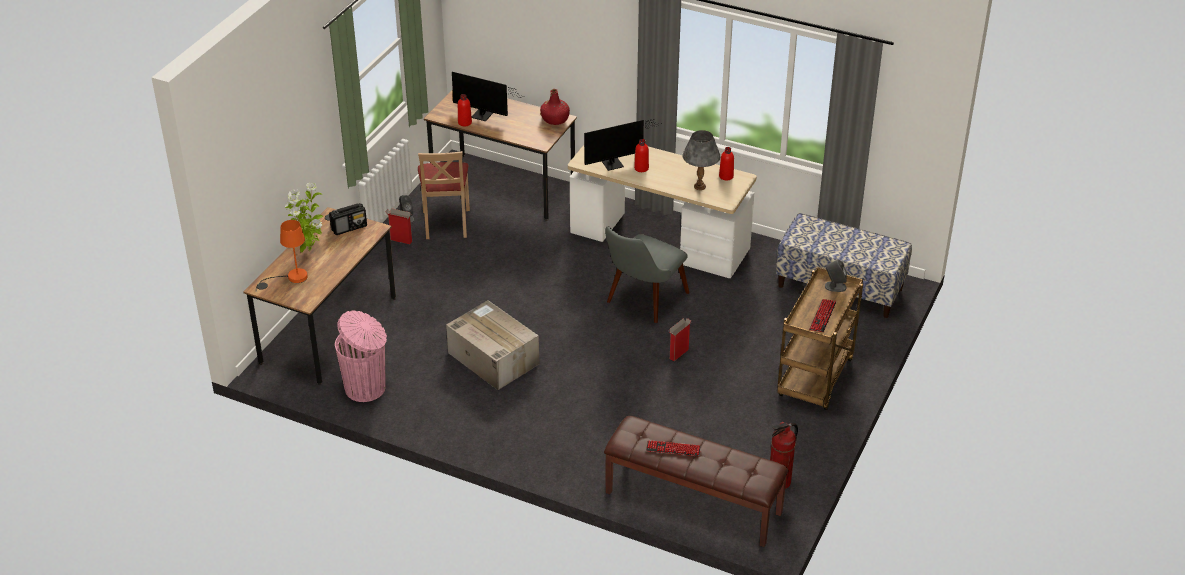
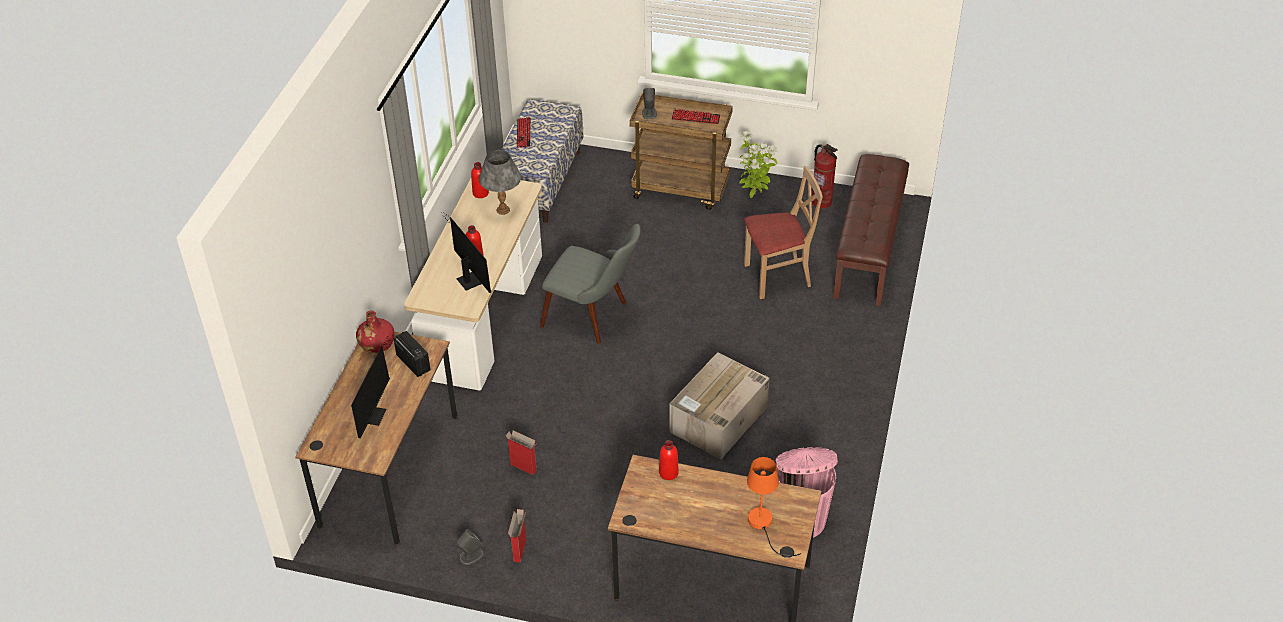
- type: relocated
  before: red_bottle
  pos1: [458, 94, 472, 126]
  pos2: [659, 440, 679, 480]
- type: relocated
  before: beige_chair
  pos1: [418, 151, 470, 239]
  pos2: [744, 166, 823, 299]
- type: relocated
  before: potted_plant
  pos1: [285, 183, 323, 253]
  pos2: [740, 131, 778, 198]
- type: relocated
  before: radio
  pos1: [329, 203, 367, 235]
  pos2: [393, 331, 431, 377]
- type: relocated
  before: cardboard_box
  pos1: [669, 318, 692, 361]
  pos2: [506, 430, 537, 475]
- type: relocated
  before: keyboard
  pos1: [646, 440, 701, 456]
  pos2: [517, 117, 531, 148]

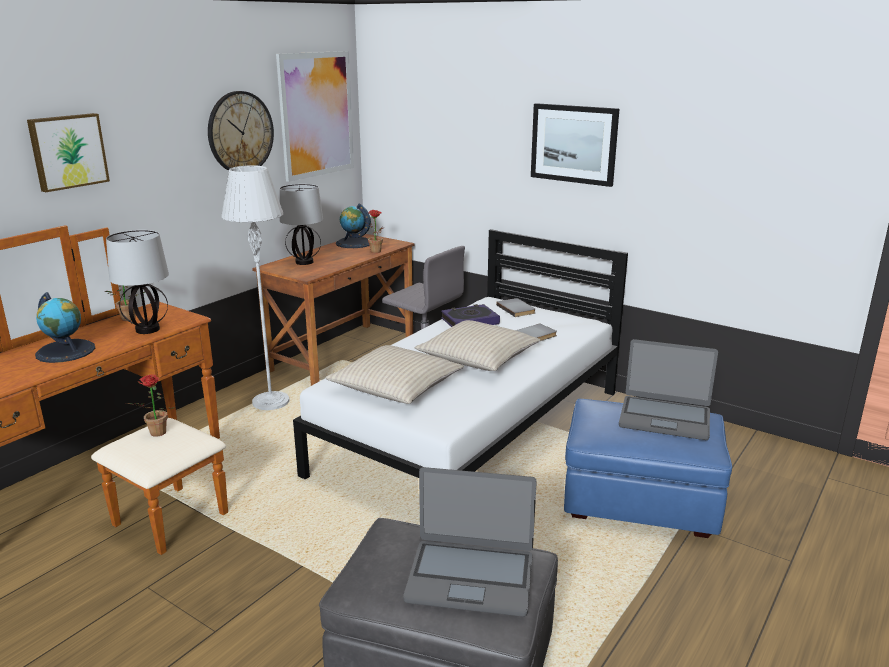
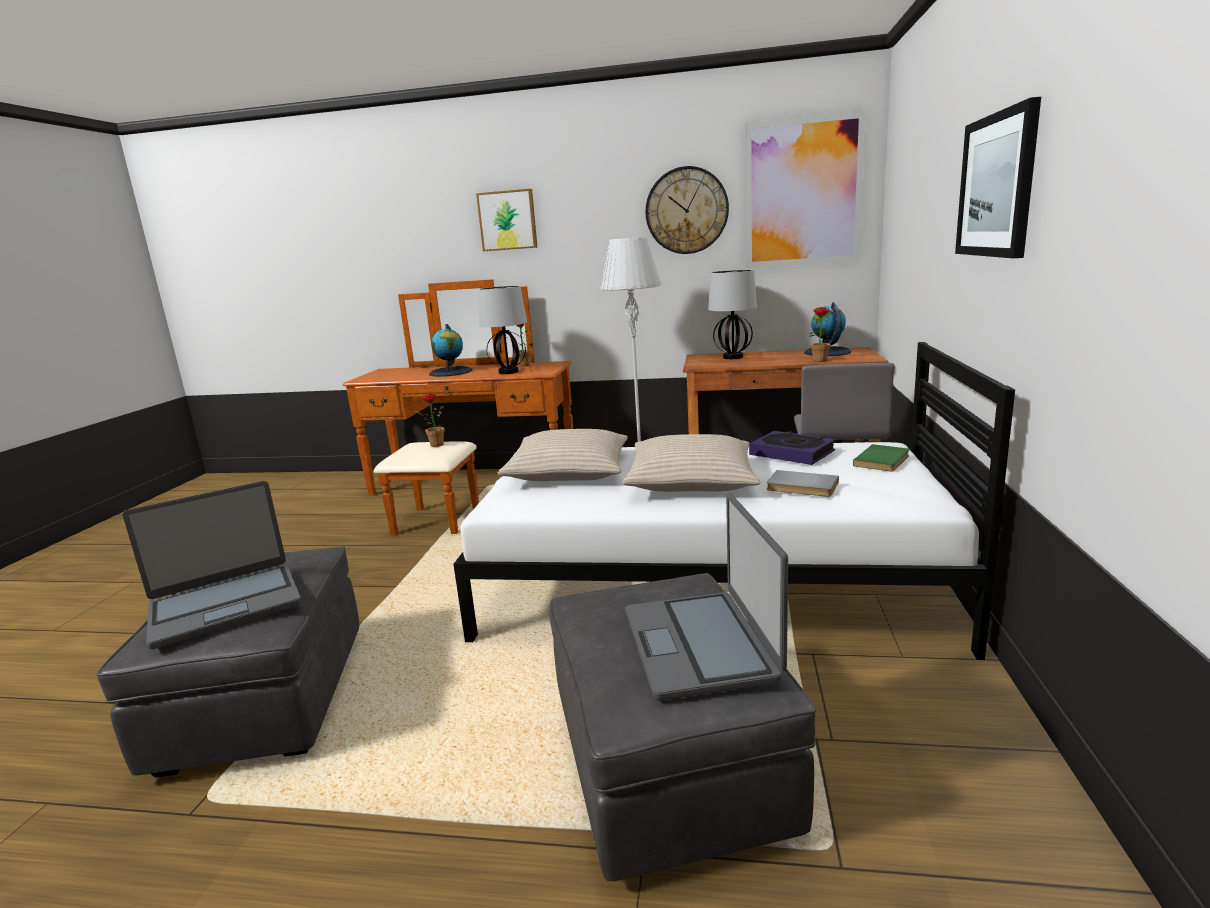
- type: colour
  before: grey_book
  after: green_book
  pos1: [496, 298, 535, 317]
  pos2: [853, 444, 910, 472]
- type: colour
  before: blue_ottoman
  after: grey_ottoman
  pos1: [564, 399, 732, 538]
  pos2: [549, 573, 816, 881]
- type: spun
  before: laptop
  pos1: [403, 467, 537, 617]
  pos2: [123, 481, 301, 649]
  turn: -105

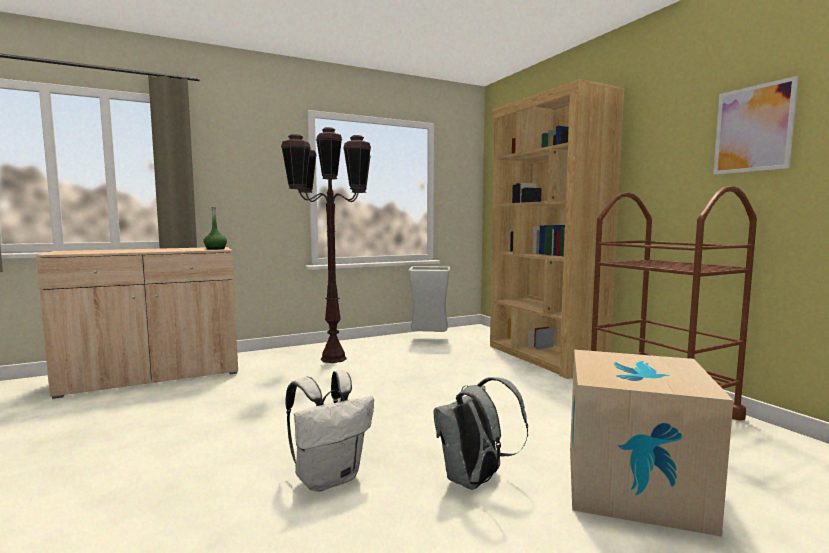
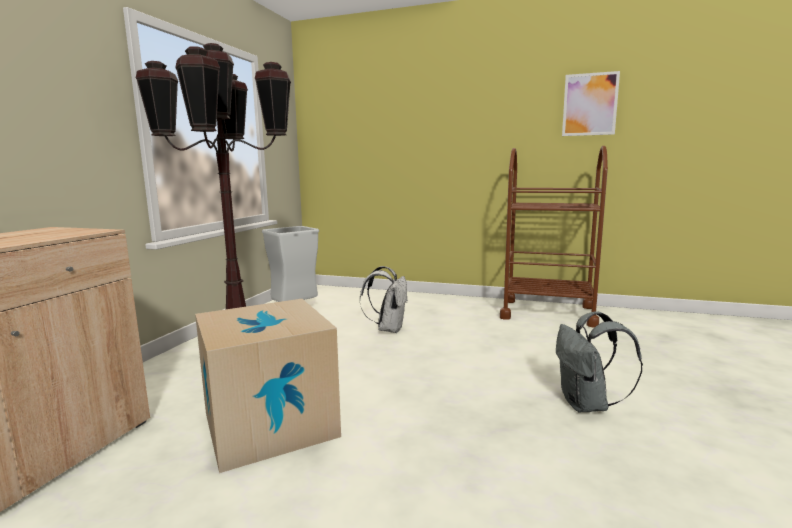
- type: missing
  before: brown_bookcase
  pos1: [490, 79, 625, 379]
- type: missing
  before: green_bottle
  pos1: [203, 207, 227, 249]
- type: relocated
  before: cardboard_box
  pos1: [570, 350, 734, 537]
  pos2: [195, 299, 341, 473]
- type: relocated
  before: white_backpack
  pos1: [286, 370, 374, 492]
  pos2: [360, 266, 408, 333]

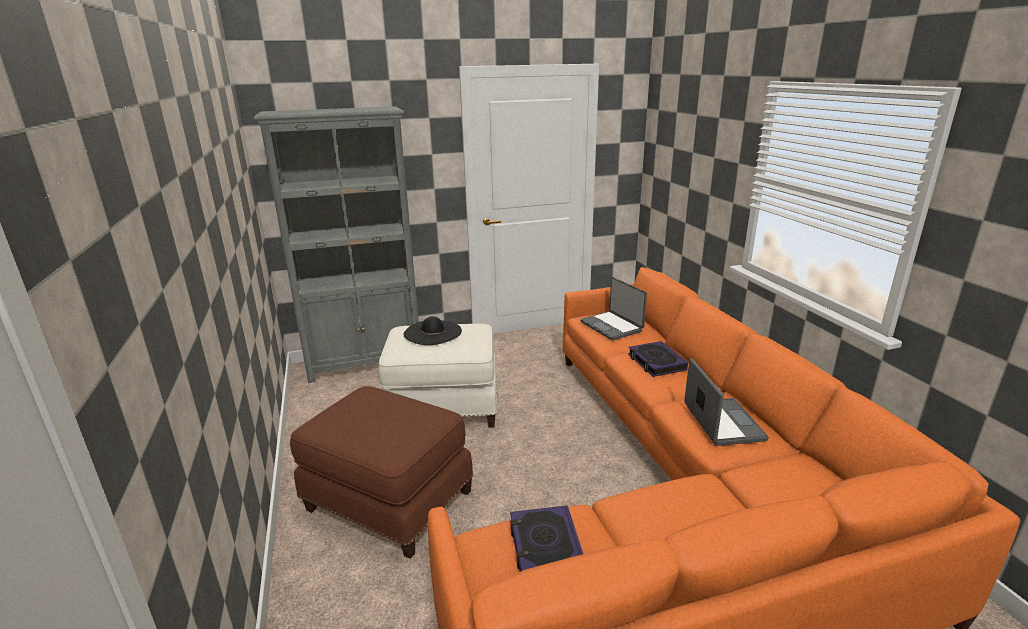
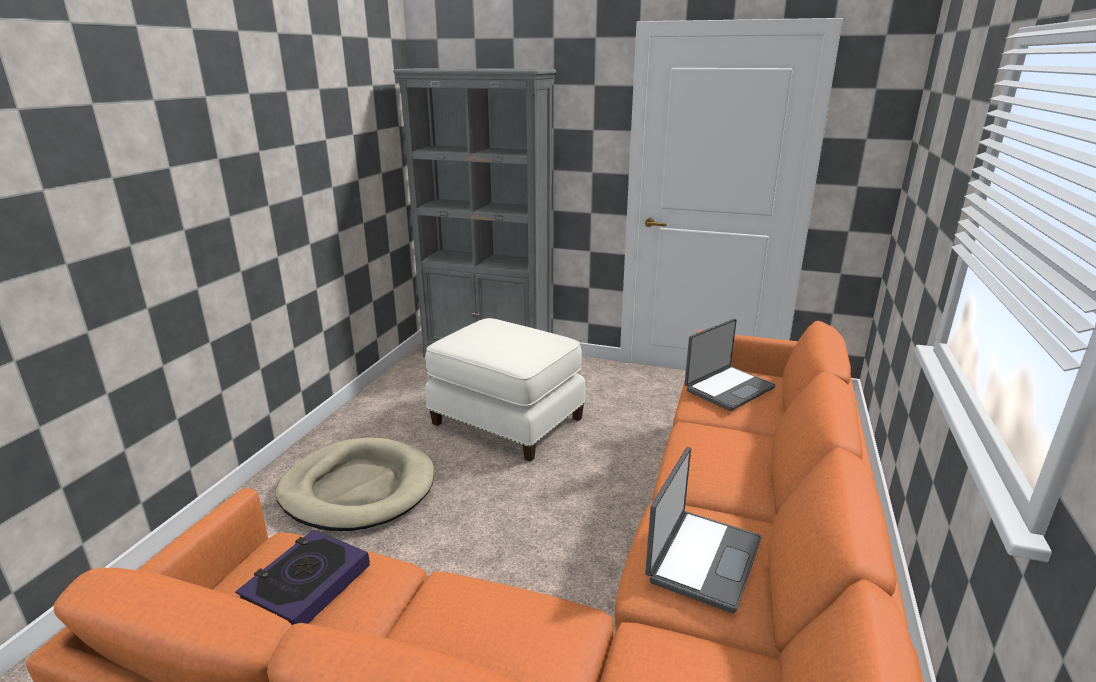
- type: spun
  before: laptop
  pos1: [580, 277, 647, 341]
  pos2: [685, 319, 775, 411]
  turn: -135
- type: missing
  before: black_hat
  pos1: [403, 316, 462, 345]
- type: missing
  before: book
  pos1: [628, 341, 688, 377]
- type: exchanged
  before: brown_ottoman
  after: beige_dog_bed
  pos1: [290, 386, 474, 559]
  pos2: [275, 437, 434, 531]

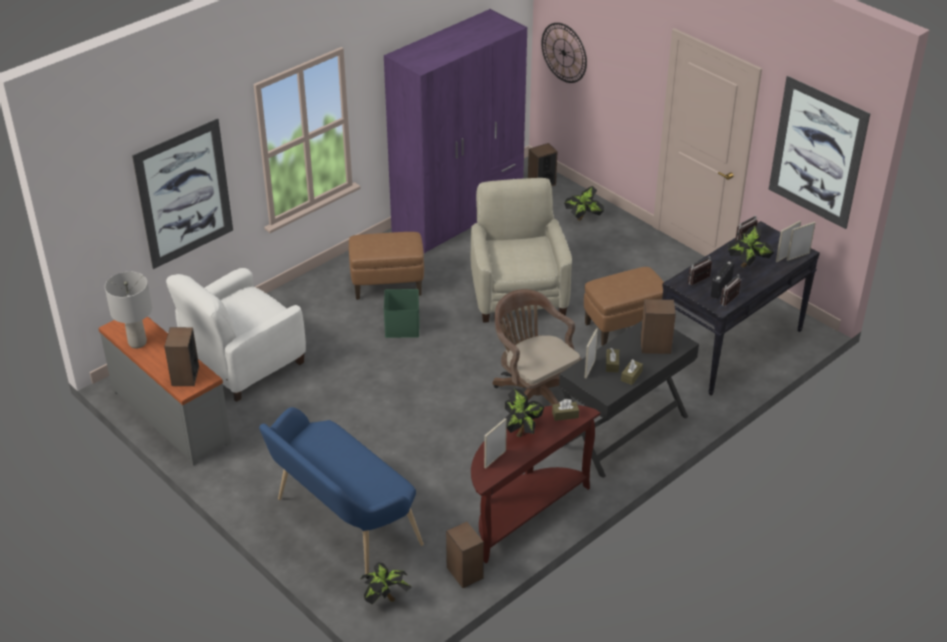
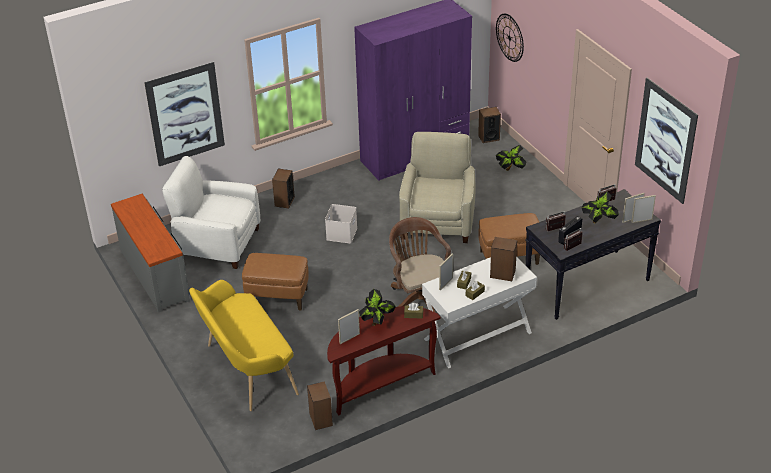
- type: relocated
  before: brown_ottoman
  pos1: [349, 232, 424, 300]
  pos2: [242, 253, 309, 310]
- type: spun
  before: white_armchair
  pos1: [166, 268, 306, 402]
  pos2: [162, 156, 260, 269]
  turn: 45
- type: missing
  before: grey_table_lamp
  pos1: [105, 272, 152, 349]
- type: colour
  before: green_storage_box
  after: white_storage_box
  pos1: [384, 289, 420, 338]
  pos2: [325, 204, 357, 244]
- type: colour
  before: black_desk
  after: white_desk
  pos1: [559, 321, 699, 478]
  pos2: [422, 257, 537, 368]
- type: relocated
  before: speaker
  pos1: [164, 327, 199, 386]
  pos2: [272, 168, 295, 209]
- type: colour
  before: blue_bench
  after: yellow_bench
  pos1: [259, 407, 424, 574]
  pos2: [189, 280, 299, 411]
- type: missing
  before: potted_plant
  pos1: [360, 563, 412, 604]

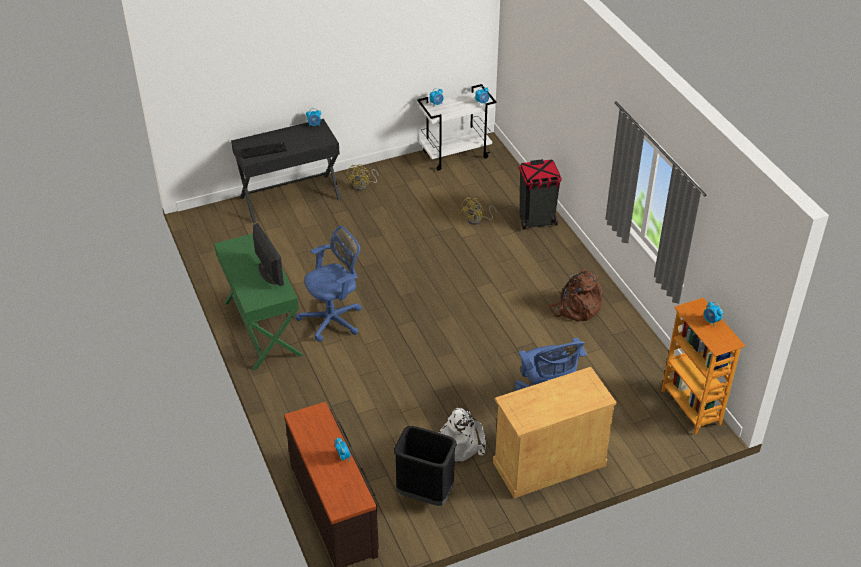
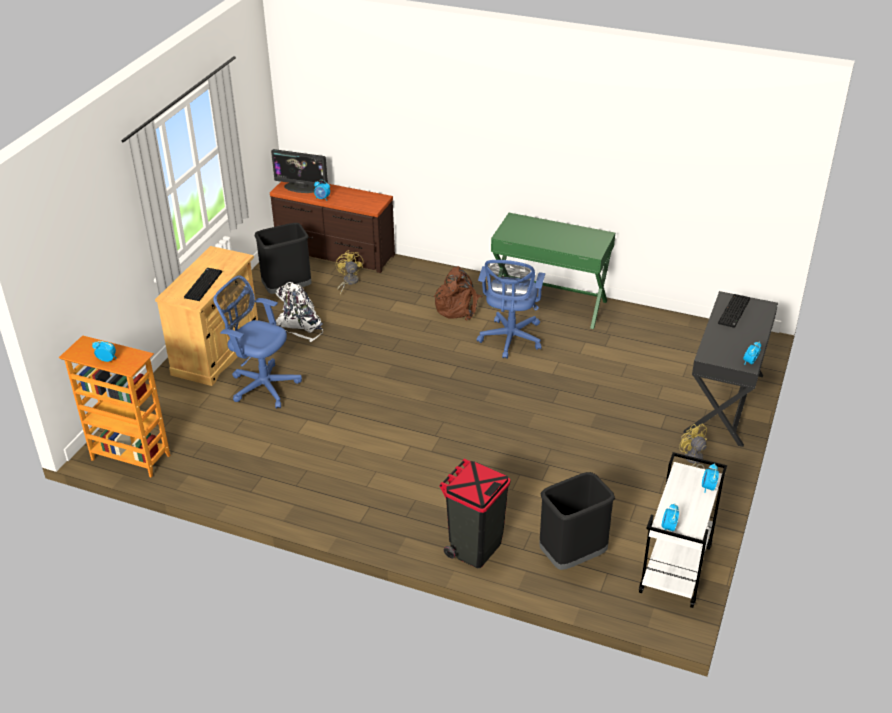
- type: relocated
  before: yellow_fan
  pos1: [460, 197, 497, 225]
  pos2: [336, 250, 363, 295]
- type: relocated
  before: monitor
  pos1: [253, 223, 284, 286]
  pos2: [271, 149, 328, 193]
- type: relocated
  before: brown_backpack
  pos1: [547, 269, 603, 322]
  pos2: [434, 266, 483, 321]
- type: appeared
  after: keyboard
  pos2: [184, 268, 222, 301]
- type: appeared
  after: black_trash_can
  pos2: [539, 472, 615, 570]

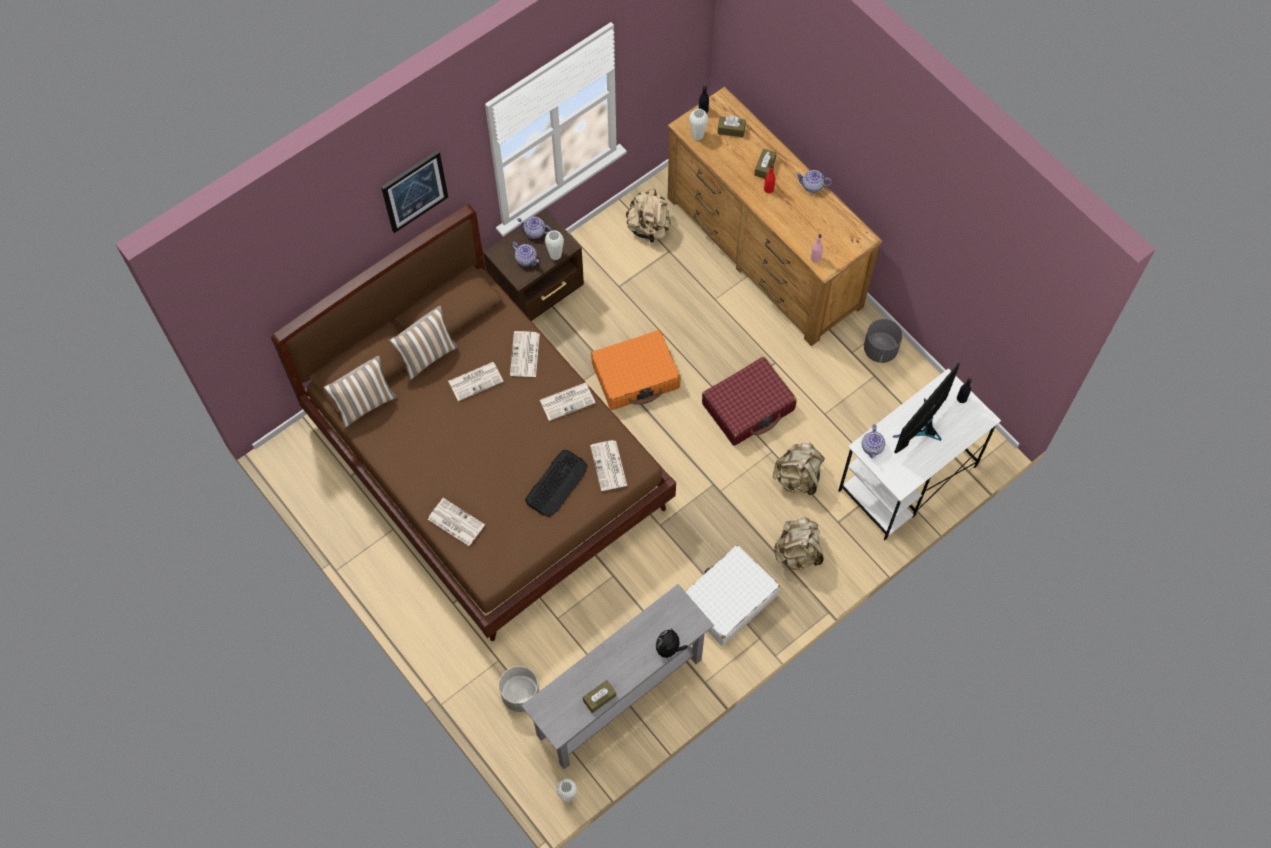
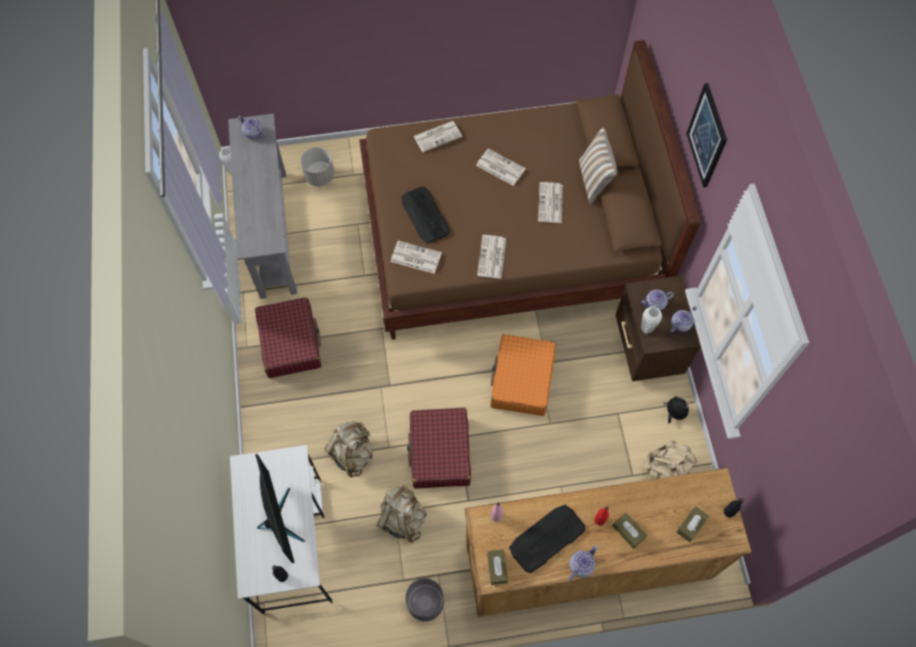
- type: missing
  before: white_vase
  pos1: [689, 109, 708, 141]
- type: relocated
  before: newspaper
  pos1: [510, 331, 540, 377]
  pos2: [476, 148, 526, 186]
- type: missing
  before: pillow
  pos1: [324, 356, 397, 428]
- type: relocated
  before: teapot
  pos1: [862, 424, 885, 458]
  pos2: [238, 116, 265, 139]
- type: relocated
  before: beige_backpack
  pos1: [774, 516, 824, 570]
  pos2: [376, 485, 426, 543]
- type: colour
  before: white_suitcase
  after: red_suitcase
  pos1: [686, 545, 780, 646]
  pos2: [255, 297, 321, 378]
- type: relocated
  before: plush_toy
  pos1: [656, 628, 688, 658]
  pos2: [663, 395, 689, 424]
- type: relocated
  before: brown_tissue_box
  pos1: [583, 680, 616, 713]
  pos2: [487, 550, 508, 585]
- type: appeared
  after: keyboard
  pos2: [509, 505, 585, 574]

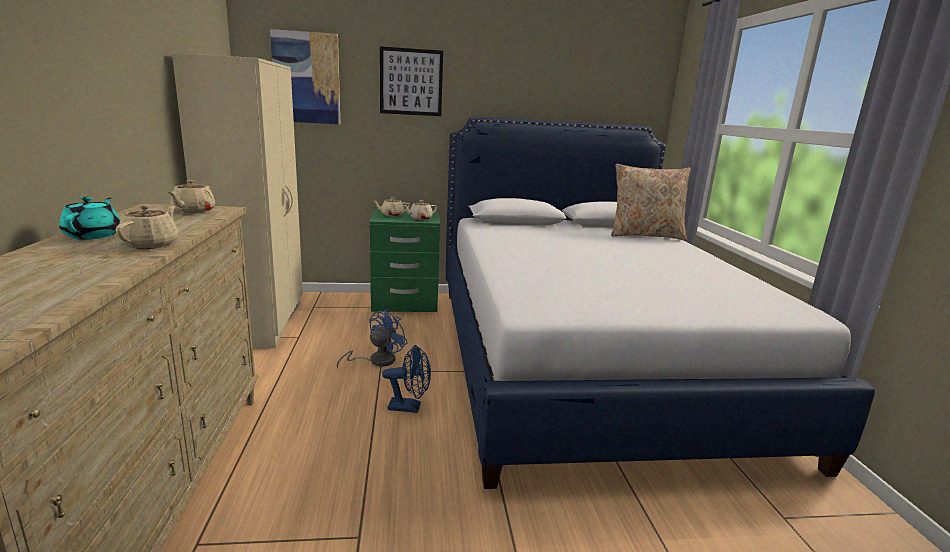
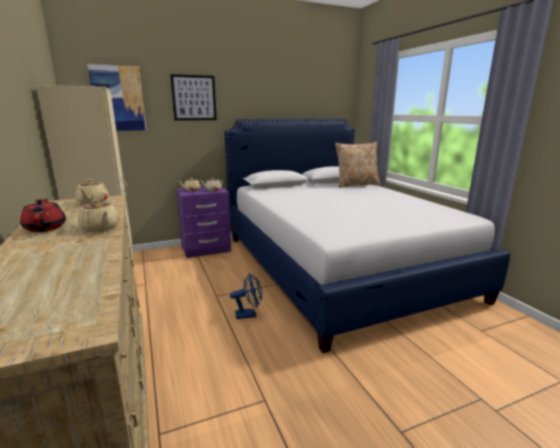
- type: colour
  before: turquoise_teapot
  after: red_teapot
  pos1: [59, 197, 120, 240]
  pos2: [20, 199, 66, 232]
- type: spun
  before: beige_teapot
  pos1: [116, 205, 178, 249]
  pos2: [78, 199, 120, 232]
  turn: 150
- type: colour
  before: green_nightstand
  after: purple_nightstand
  pos1: [370, 210, 440, 312]
  pos2: [176, 186, 231, 258]
- type: missing
  before: blue_fan
  pos1: [337, 309, 408, 369]

